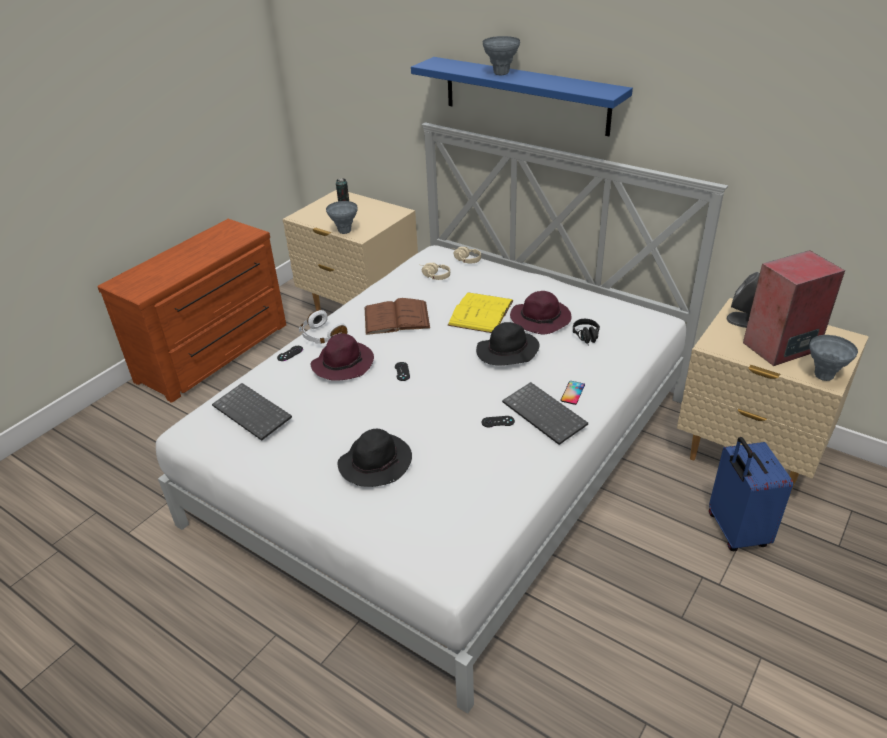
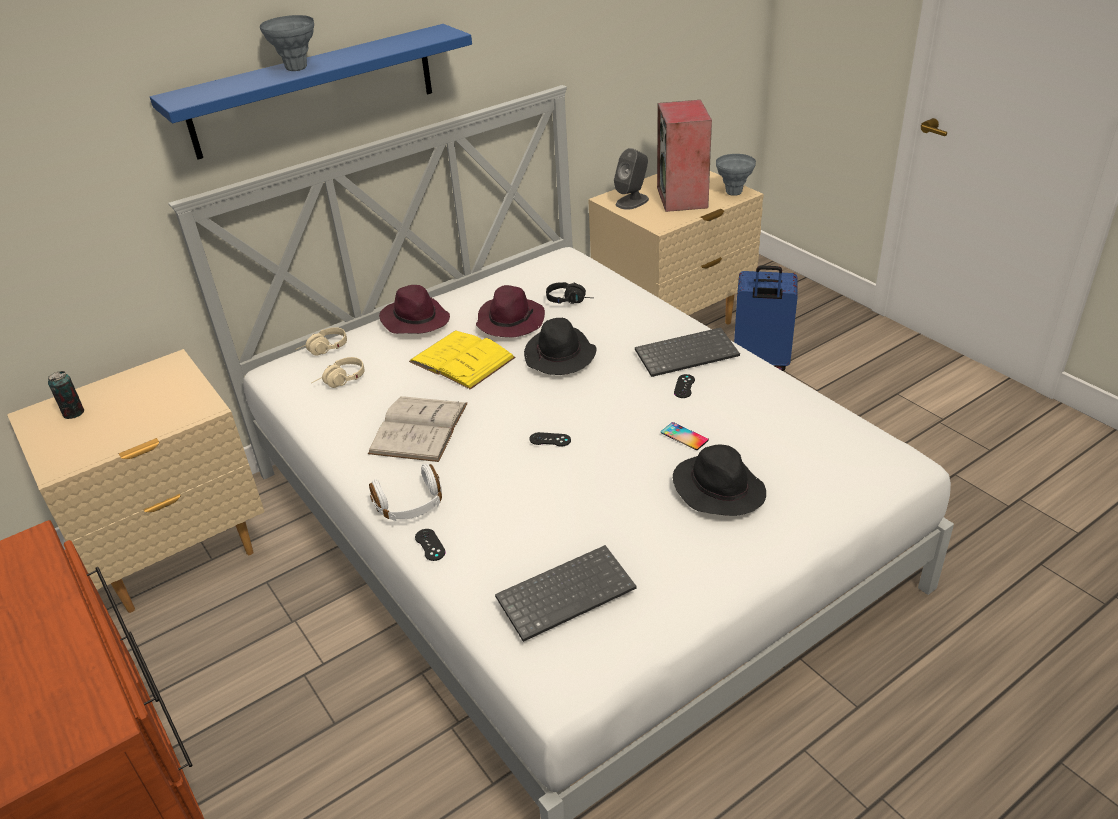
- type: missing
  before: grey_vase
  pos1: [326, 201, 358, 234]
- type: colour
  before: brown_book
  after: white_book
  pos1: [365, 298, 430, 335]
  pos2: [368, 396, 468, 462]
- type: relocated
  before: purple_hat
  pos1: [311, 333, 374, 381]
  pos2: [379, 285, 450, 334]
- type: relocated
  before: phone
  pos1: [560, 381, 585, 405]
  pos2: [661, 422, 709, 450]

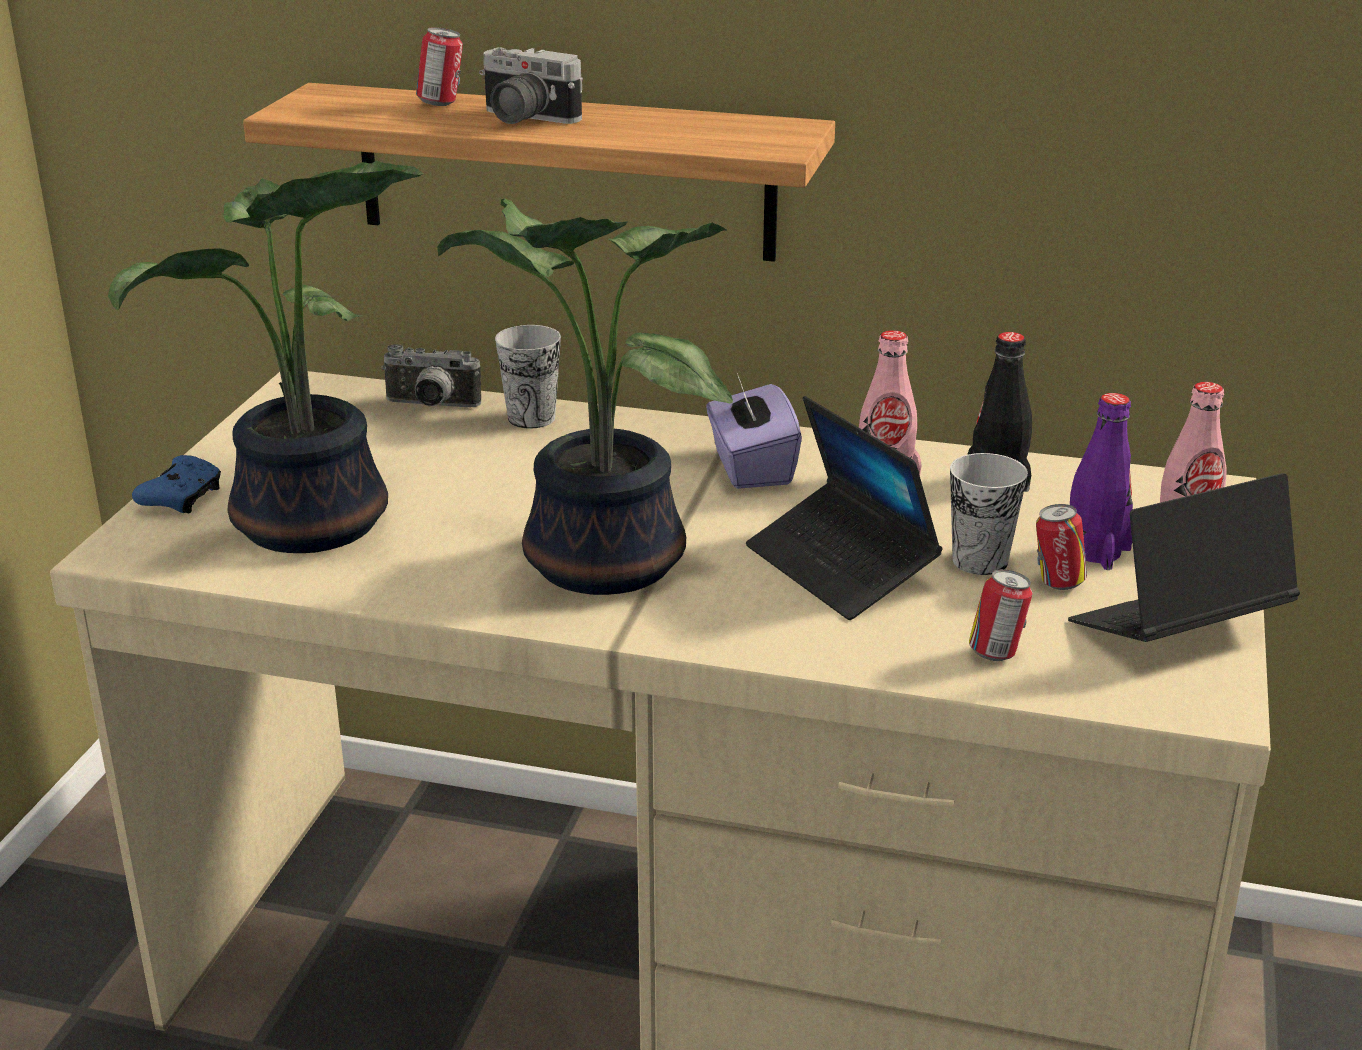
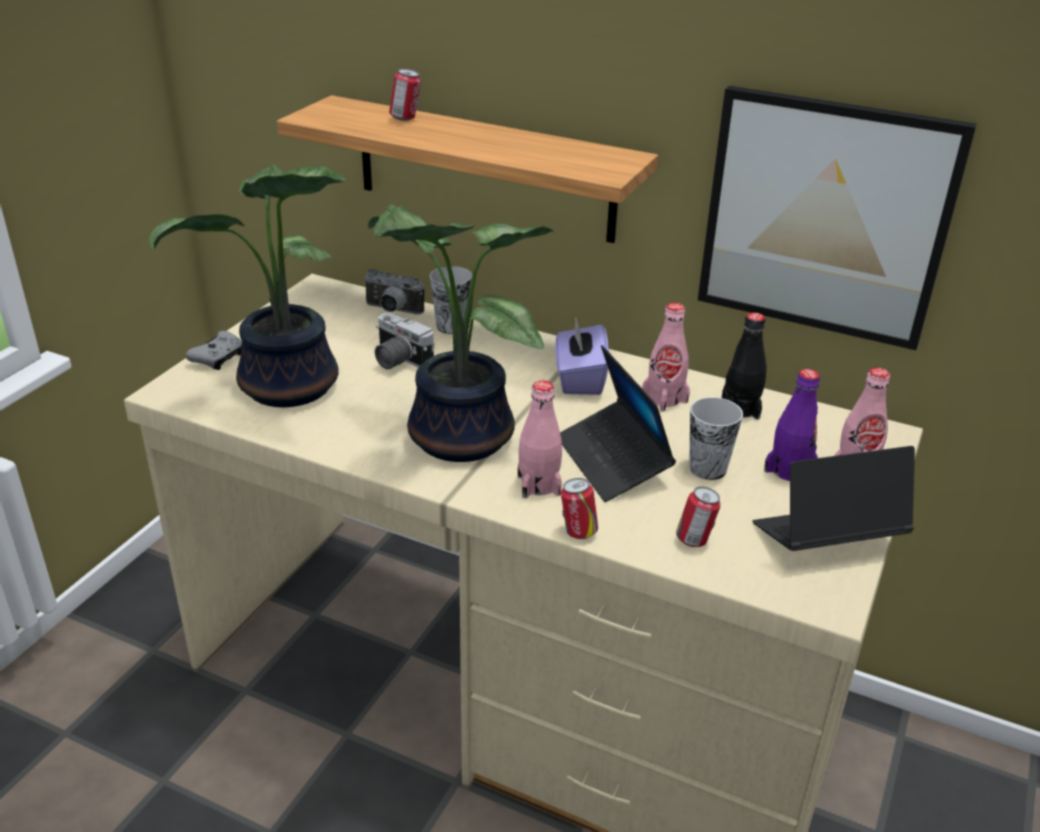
- type: relocated
  before: photo_camera
  pos1: [479, 47, 583, 124]
  pos2: [375, 313, 435, 370]
- type: colour
  before: blue_game_controller
  after: grey_game_controller
  pos1: [132, 455, 221, 513]
  pos2: [185, 331, 242, 370]
- type: relocated
  before: can
  pos1: [1036, 504, 1087, 590]
  pos2: [561, 478, 598, 539]
- type: appeared
  after: picture
  pos2: [698, 86, 977, 350]
- type: appeared
  after: pink_bottle
  pos2: [518, 380, 562, 498]

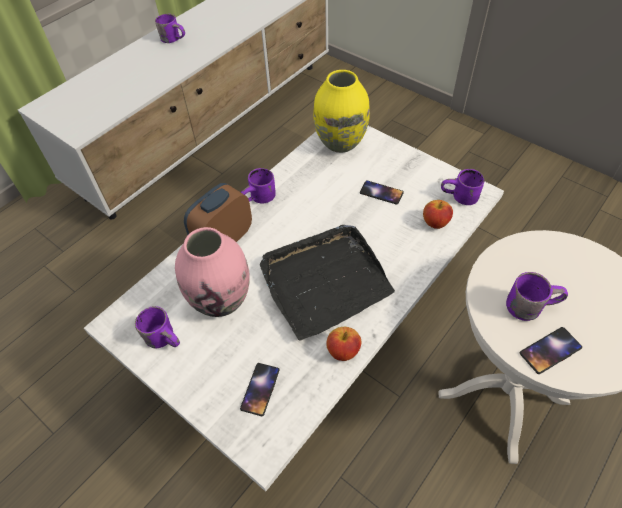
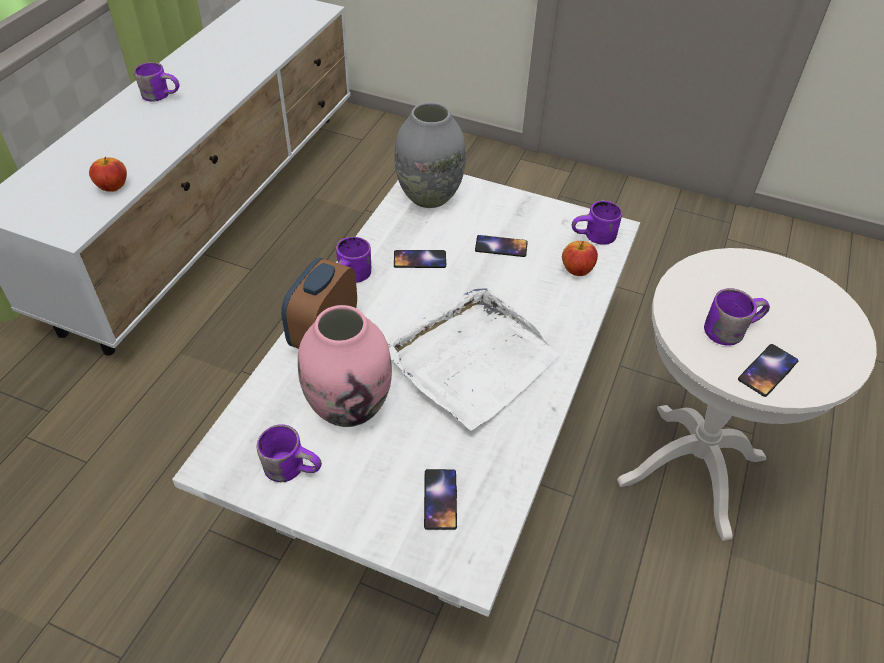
- type: colour
  before: yellow_vase
  after: grey_vase
  pos1: [313, 70, 370, 153]
  pos2: [395, 102, 466, 208]
- type: colour
  before: black_tray
  after: white_tray
  pos1: [260, 225, 395, 341]
  pos2: [388, 288, 560, 431]
- type: relocated
  before: apple
  pos1: [326, 327, 361, 361]
  pos2: [89, 157, 127, 192]
- type: appeared
  after: phone
  pos2: [394, 250, 446, 268]

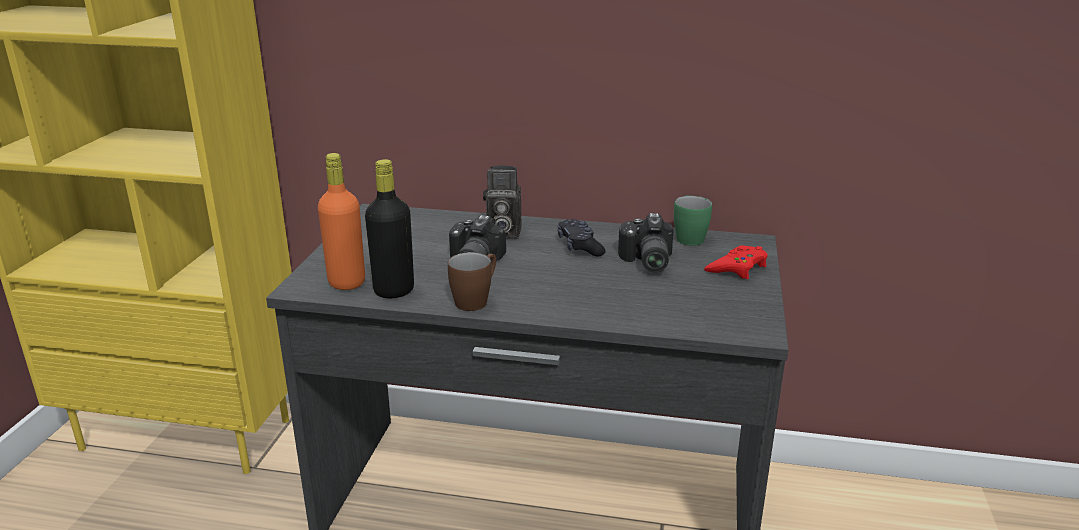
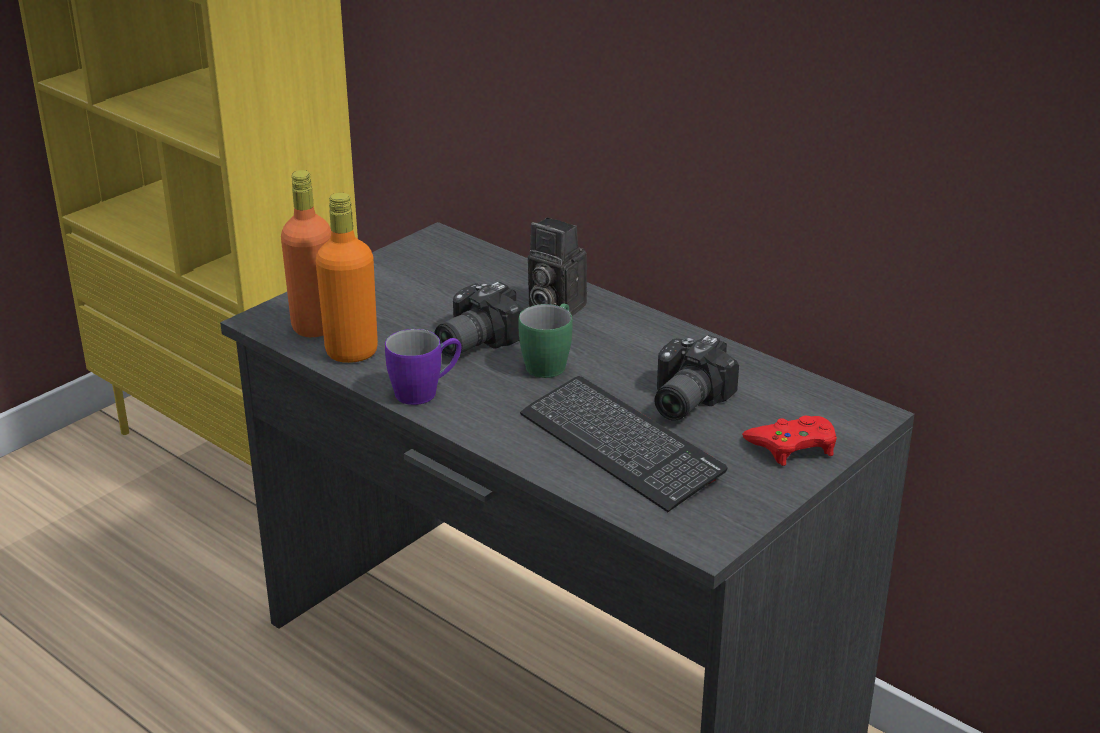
- type: colour
  before: black_bottle
  after: orange_bottle
  pos1: [365, 159, 414, 298]
  pos2: [316, 193, 378, 363]
- type: relocated
  before: green_mug
  pos1: [674, 196, 712, 246]
  pos2: [518, 303, 573, 378]
- type: missing
  before: black_game_controller
  pos1: [557, 219, 606, 256]
- type: colour
  before: brown_mug
  after: purple_mug
  pos1: [448, 252, 496, 311]
  pos2: [385, 329, 461, 405]
- type: appeared
  after: keyboard
  pos2: [520, 376, 727, 512]

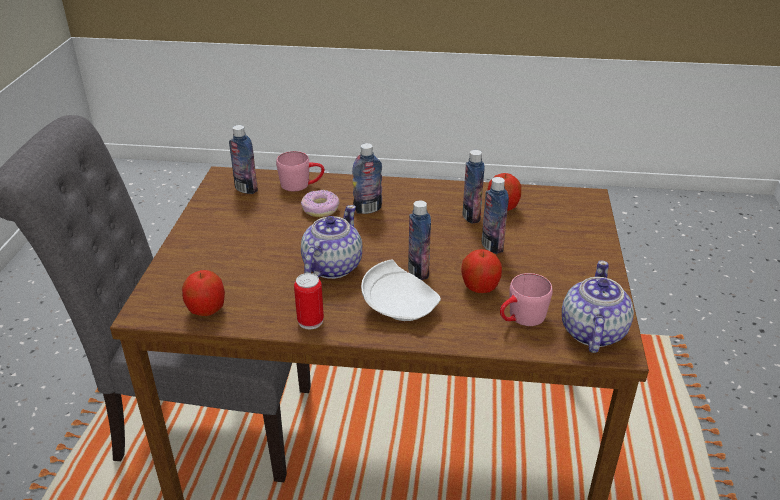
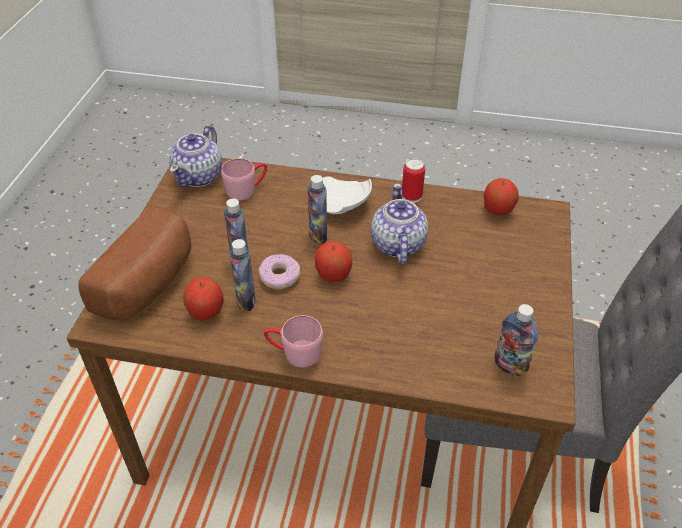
- type: missing
  before: bottle
  pos1: [352, 143, 383, 214]
- type: relocated
  before: pink_mug
  pos1: [276, 151, 324, 191]
  pos2: [264, 315, 323, 368]
- type: relocated
  before: donut
  pos1: [301, 190, 339, 217]
  pos2: [259, 254, 300, 289]
- type: spun
  before: teapot
  pos1: [301, 205, 362, 279]
  pos2: [371, 183, 429, 264]
  turn: 150
- type: relocated
  before: apple
  pos1: [461, 249, 502, 293]
  pos2: [315, 241, 352, 282]
- type: appeared
  after: bread
  pos2: [78, 206, 191, 321]

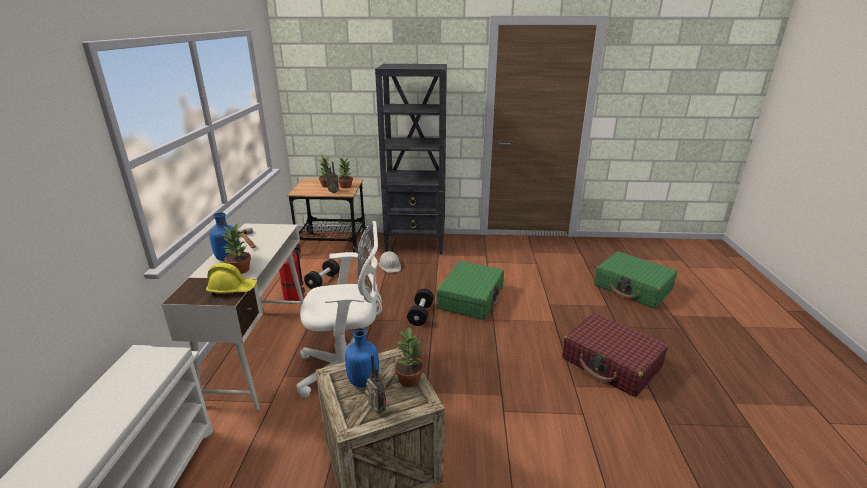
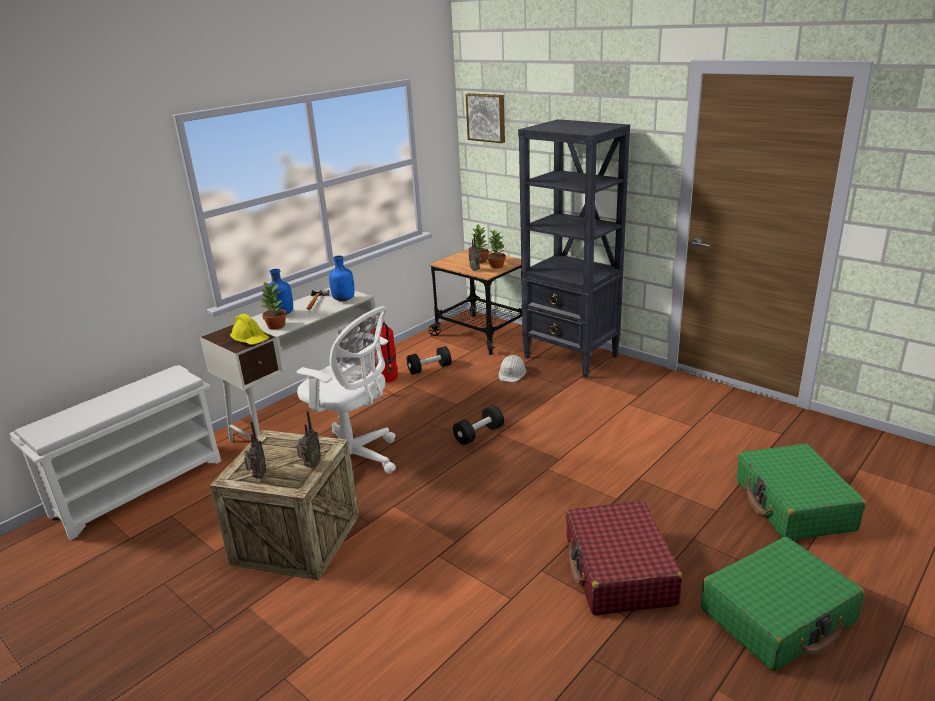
- type: relocated
  before: green_suitcase
  pos1: [437, 261, 504, 320]
  pos2: [701, 537, 864, 671]
- type: relocated
  before: blue_bottle
  pos1: [345, 328, 379, 388]
  pos2: [329, 256, 355, 301]
- type: exchanged
  before: potted_plant
  after: radio
  pos1: [394, 328, 424, 387]
  pos2: [296, 411, 321, 468]
- type: appeared
  after: picture
  pos2: [466, 93, 505, 143]

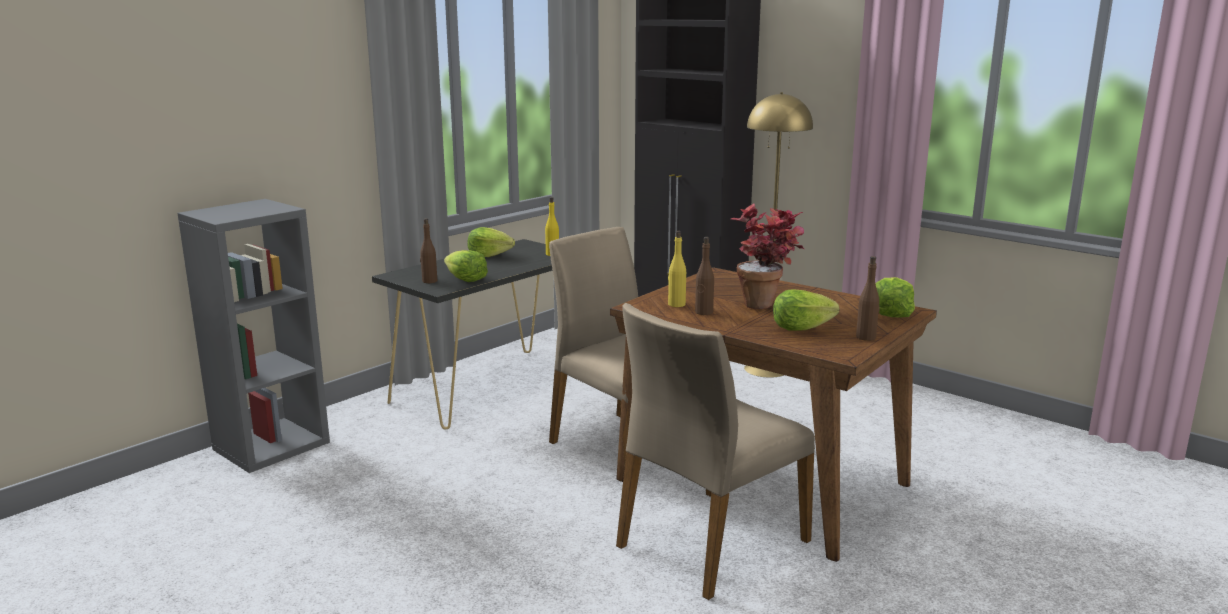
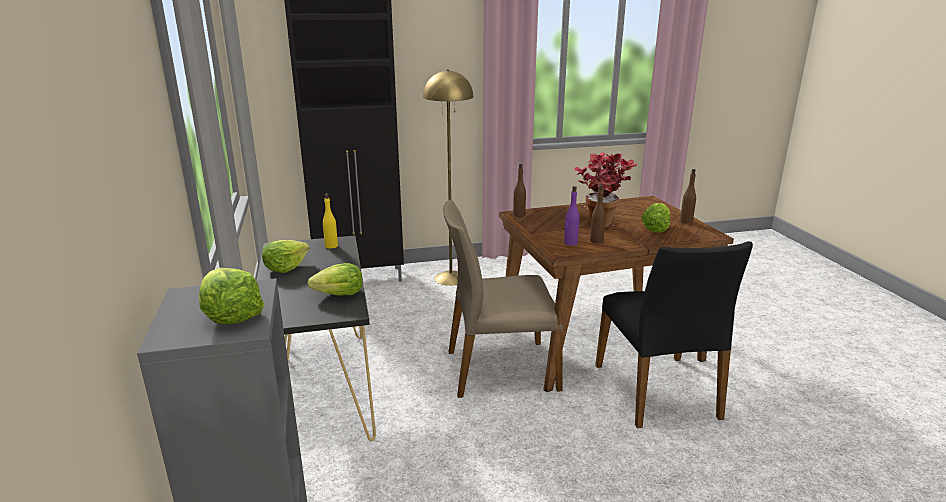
- type: relocated
  before: brown_bottle
  pos1: [420, 218, 437, 283]
  pos2: [513, 164, 526, 217]
- type: colour
  before: yellow_bottle
  after: purple_bottle
  pos1: [668, 231, 686, 307]
  pos2: [564, 186, 580, 245]
- type: relocated
  before: lettuce
  pos1: [876, 277, 915, 317]
  pos2: [199, 268, 264, 324]
- type: colour
  before: beige_chair
  after: black_chair
  pos1: [616, 303, 815, 600]
  pos2: [595, 241, 753, 428]

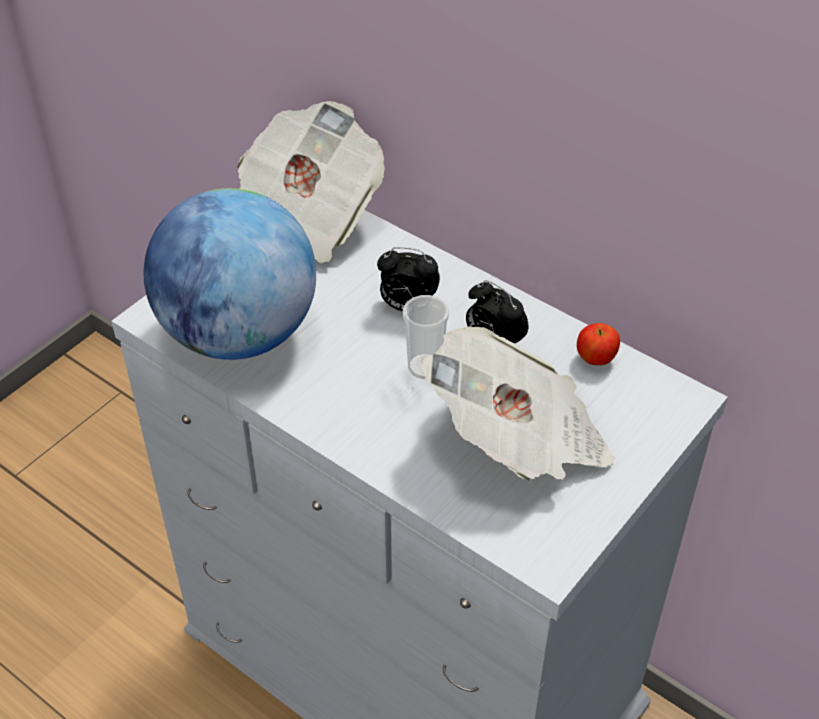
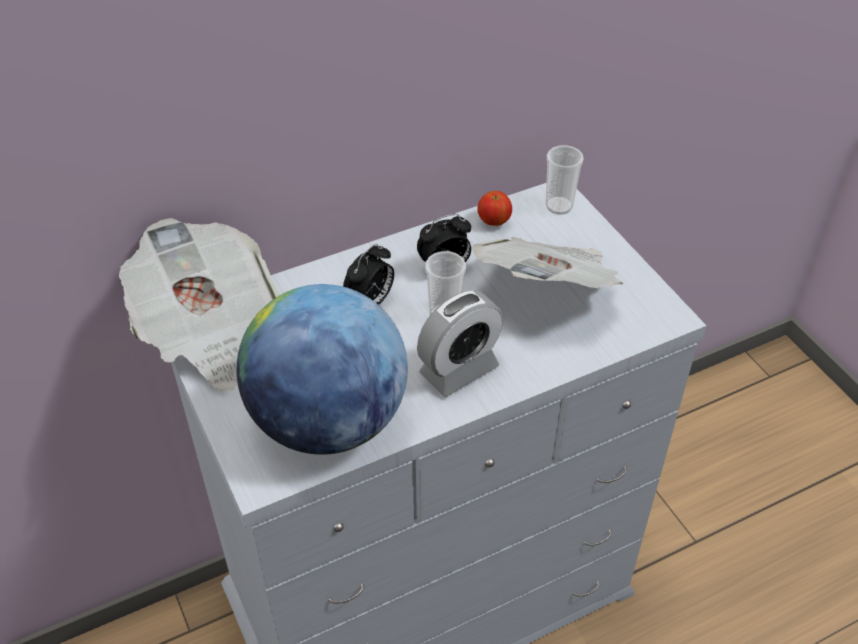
- type: appeared
  after: cup
  pos2: [546, 145, 584, 215]
- type: appeared
  after: alarm_clock
  pos2: [417, 290, 503, 397]

